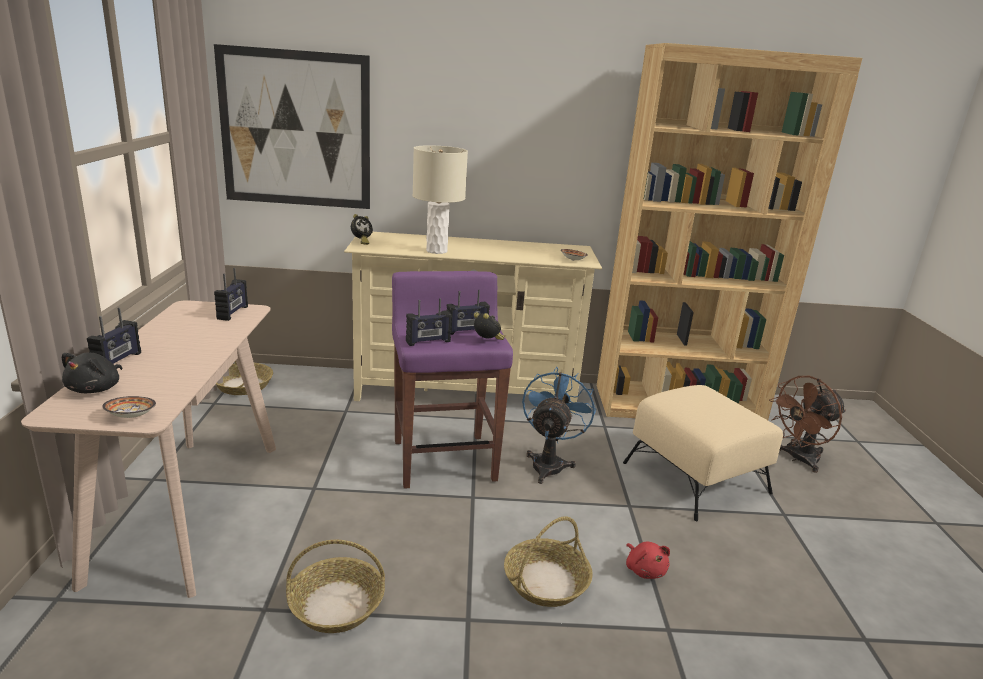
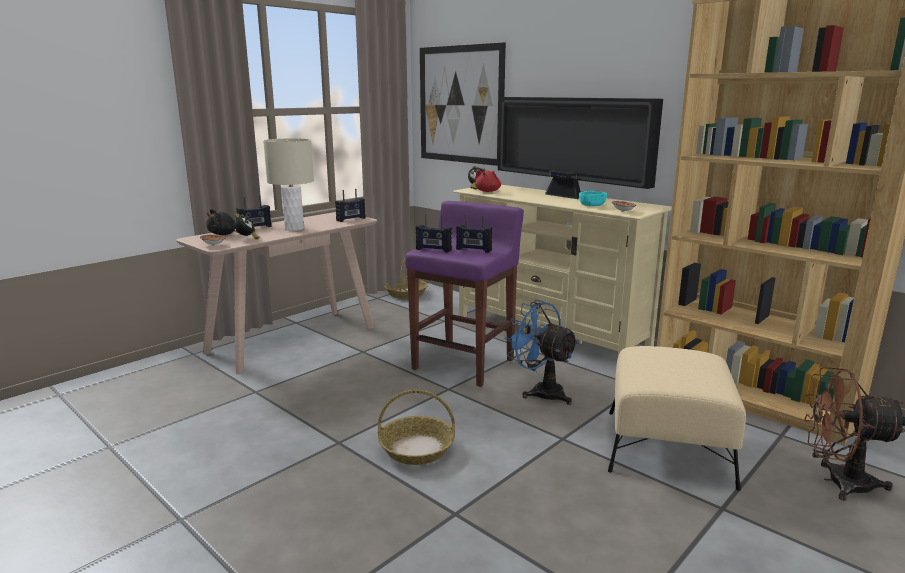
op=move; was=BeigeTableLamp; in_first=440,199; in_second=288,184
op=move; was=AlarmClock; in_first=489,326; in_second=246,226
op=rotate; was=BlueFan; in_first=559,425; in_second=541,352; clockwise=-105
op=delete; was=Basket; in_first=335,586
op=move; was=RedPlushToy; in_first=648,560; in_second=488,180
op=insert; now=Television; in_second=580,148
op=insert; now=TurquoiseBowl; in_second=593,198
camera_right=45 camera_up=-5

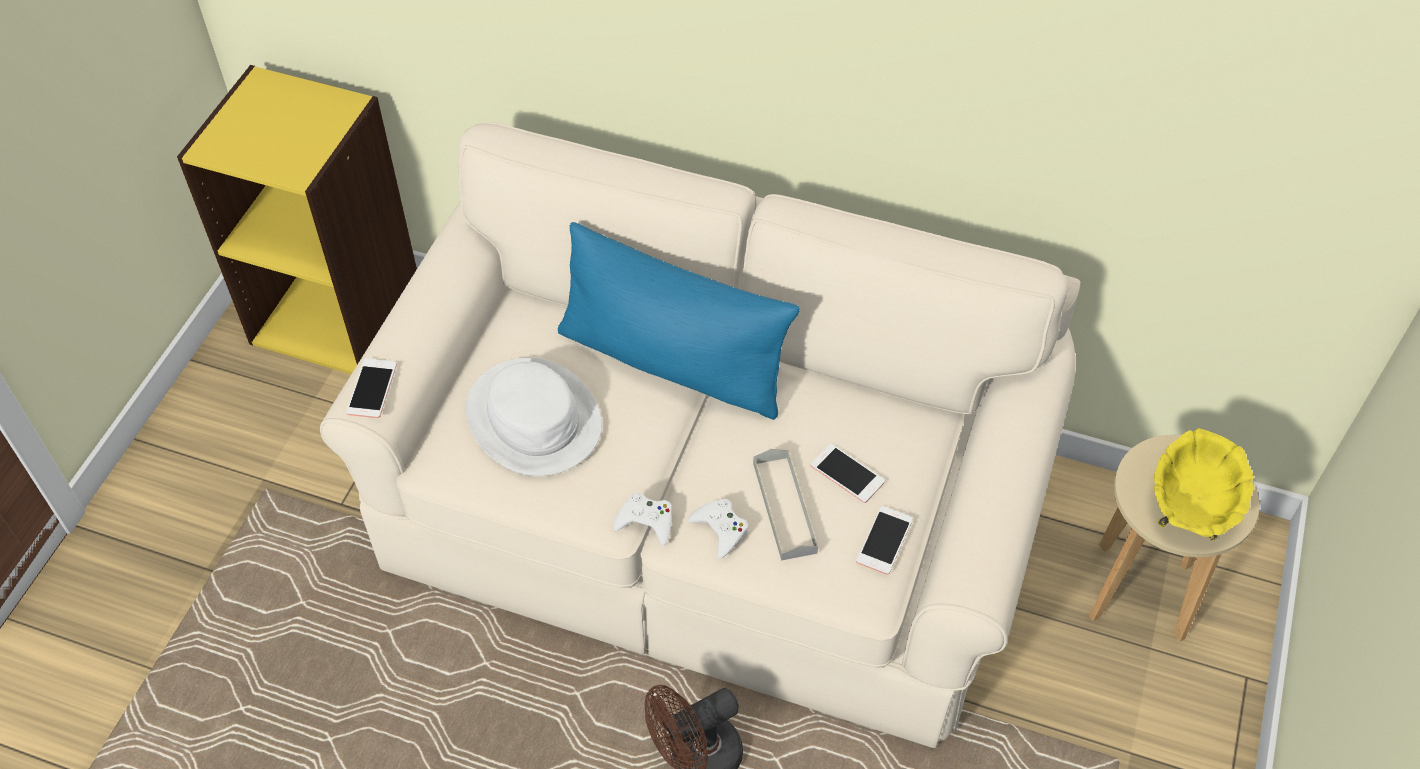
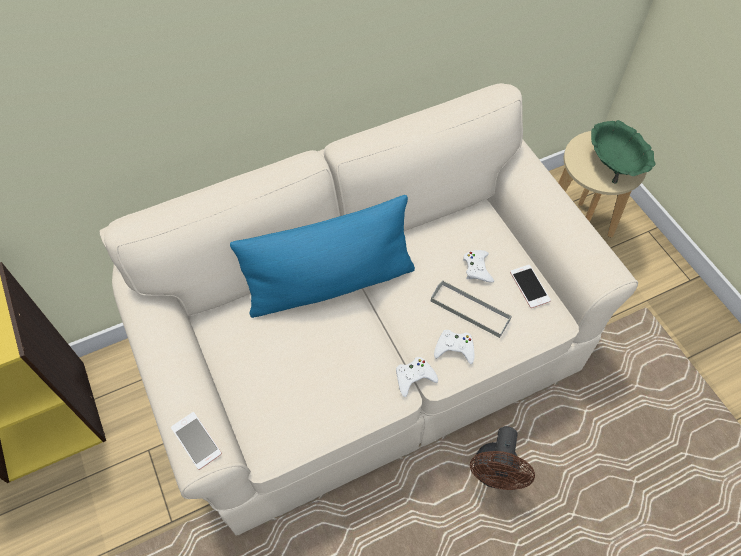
op=delete; was=WhiteHat; in_first=533,417
op=recolor; was=YellowBowl; now=GreenBowl; in_first=1204,484; in_second=623,152
op=replace; was=Phone; now=WhiteGameController; in_first=848,473; in_second=478,266
camera_right=-45 camera_up=5

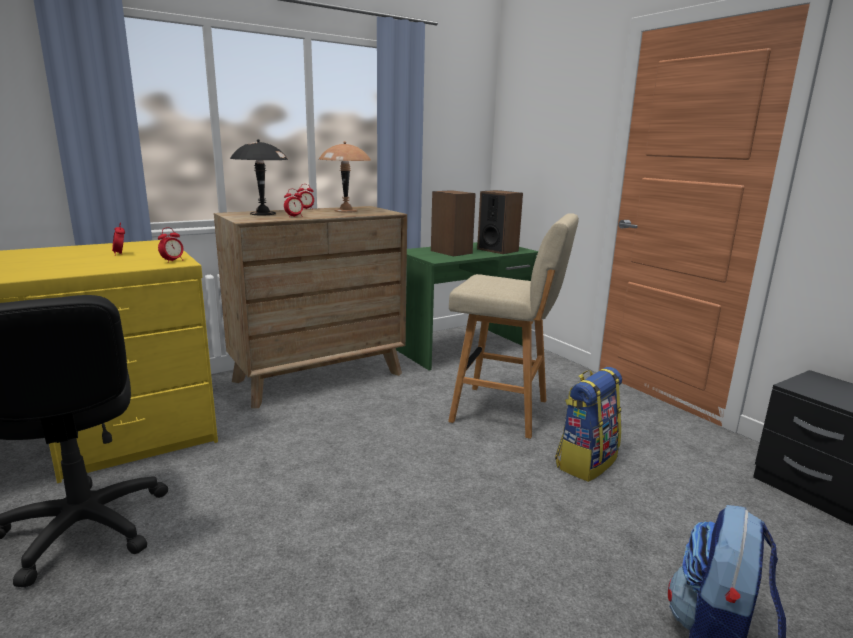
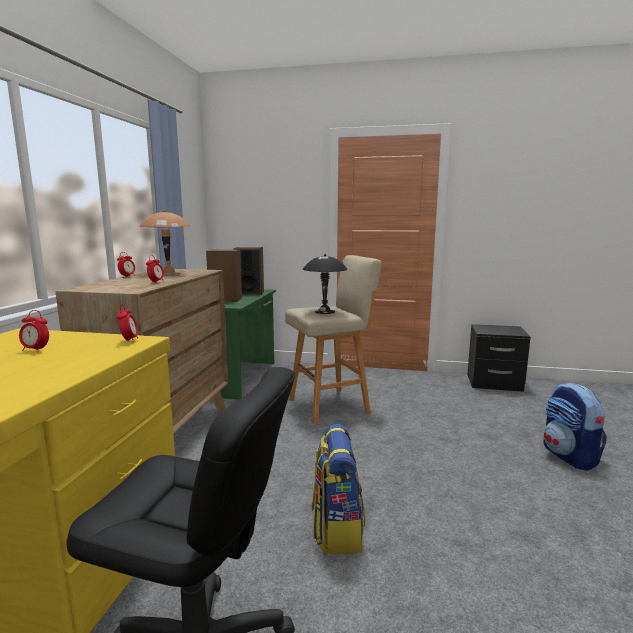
op=move; was=BlackTableLamp; in_first=259,177; in_second=325,284
op=move; was=Backpack; in_first=588,424; in_second=338,489
camera_right=-45 camera_up=-5

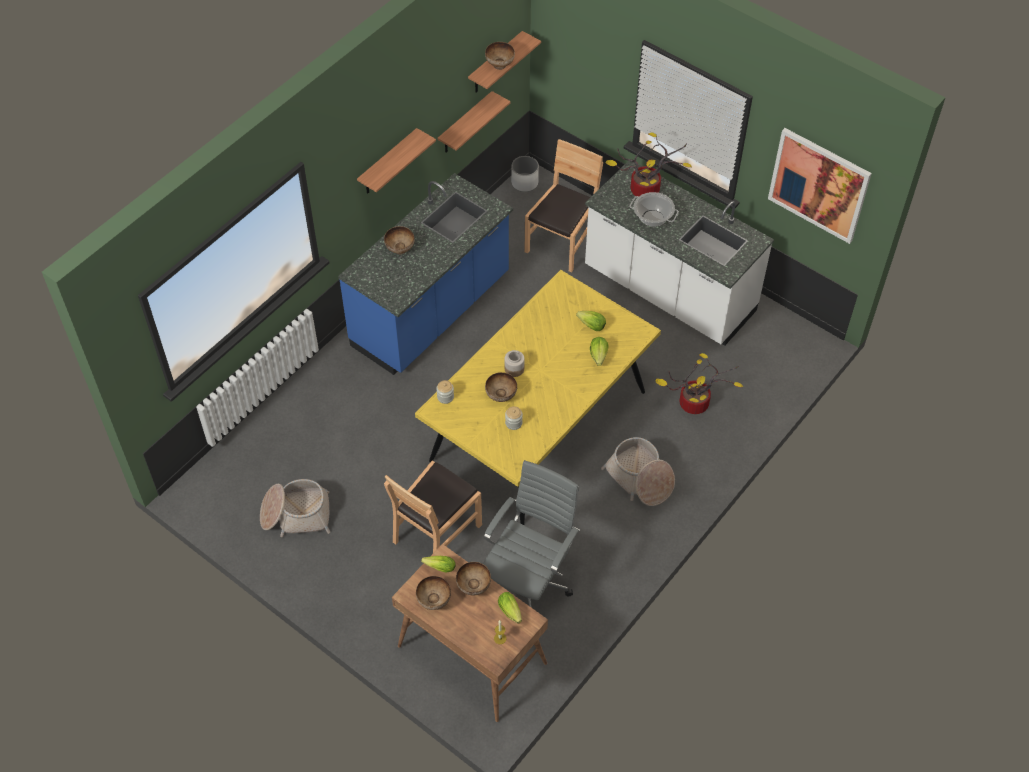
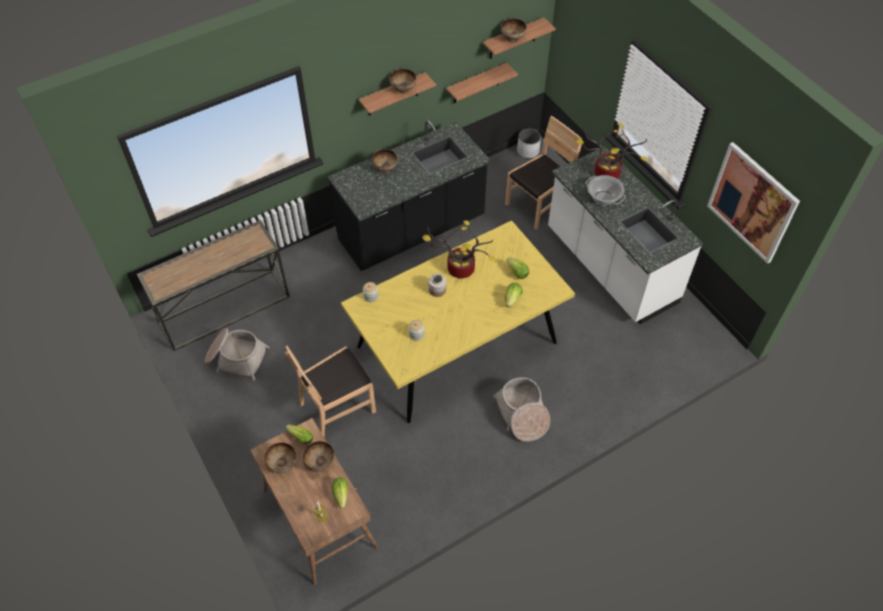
op=recolor; was=BlueCounter; now=BlackCounter; in_first=425,274; in_second=409,195
op=move; was=PottedPlant; in_first=699,383; in_second=459,249
op=move; was=Bowl; in_first=501,387; in_second=403,81
op=delete; was=GreyOfficeChair; in_first=531,534
op=insert; now=ConsoleTable; in_second=213,285
camera_right=20 camera_up=0

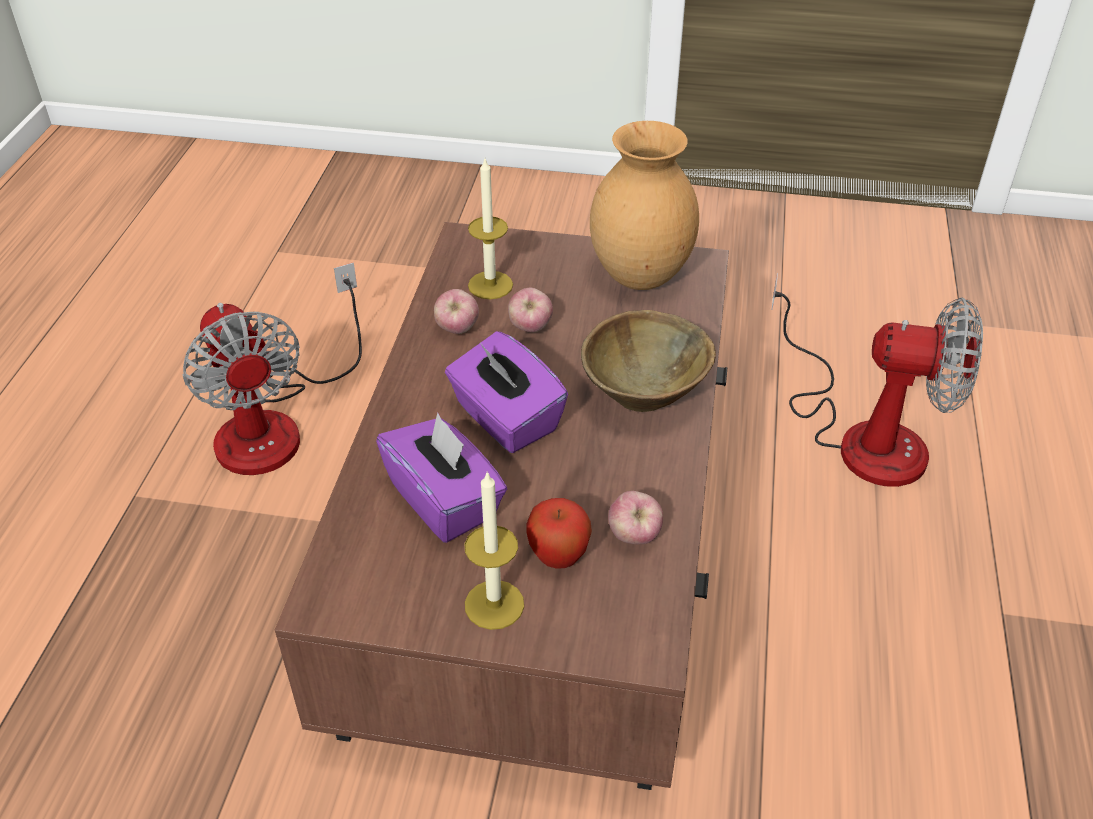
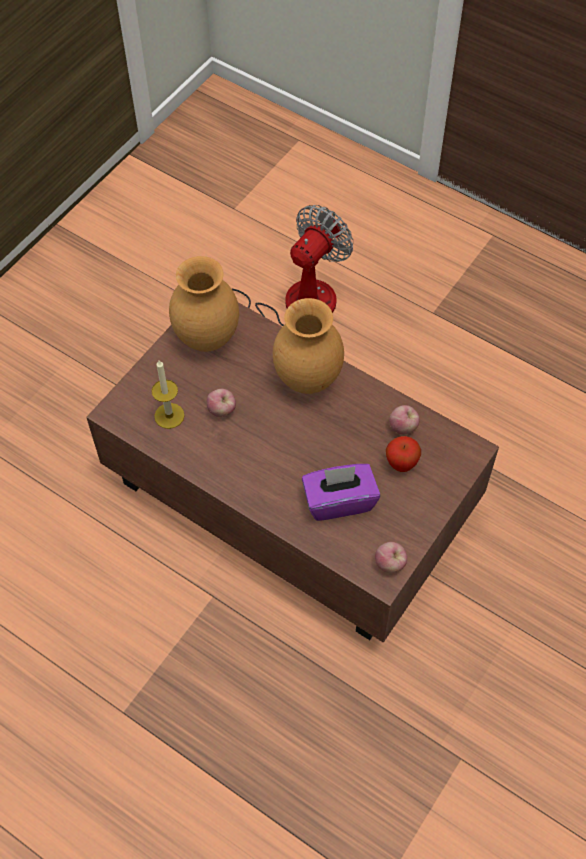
op=delete; was=Fan; in_first=272,368
op=move; was=Apple; in_first=456,311; in_second=391,557
op=replace; was=BrownBowl; now=BrownVase; in_first=648,361; in_second=308,346
op=delete; was=PurpleTissueBox; in_first=506,392
op=delete; was=Candle; in_first=494,550
camera_right=-65 camera_up=15

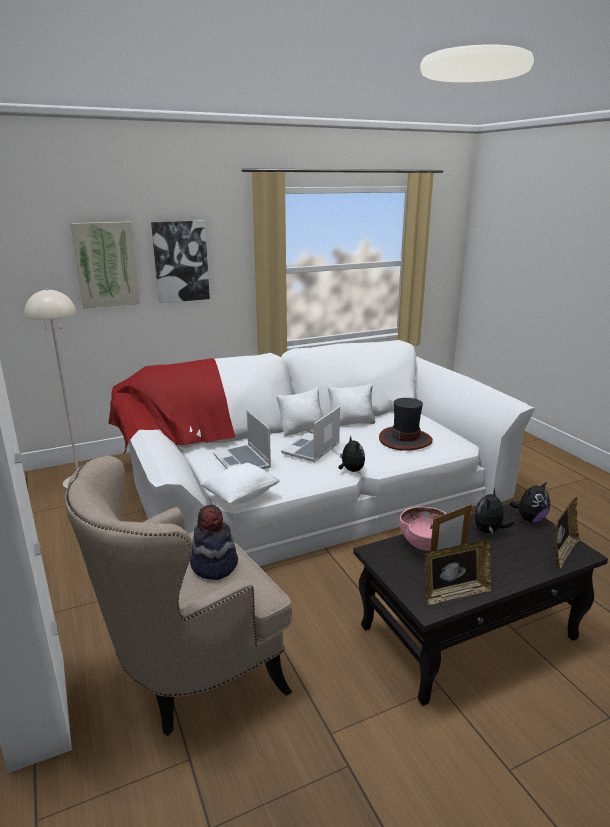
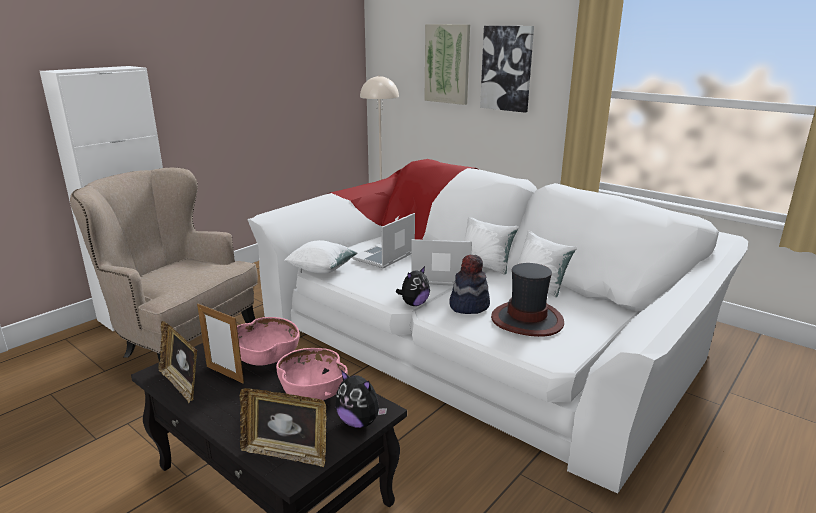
op=replace; was=PlushToy; now=PinkBowl; in_first=494,511; in_second=312,374
op=move; was=Hat; in_first=214,542; in_second=469,284
camera_right=65 camera_up=0

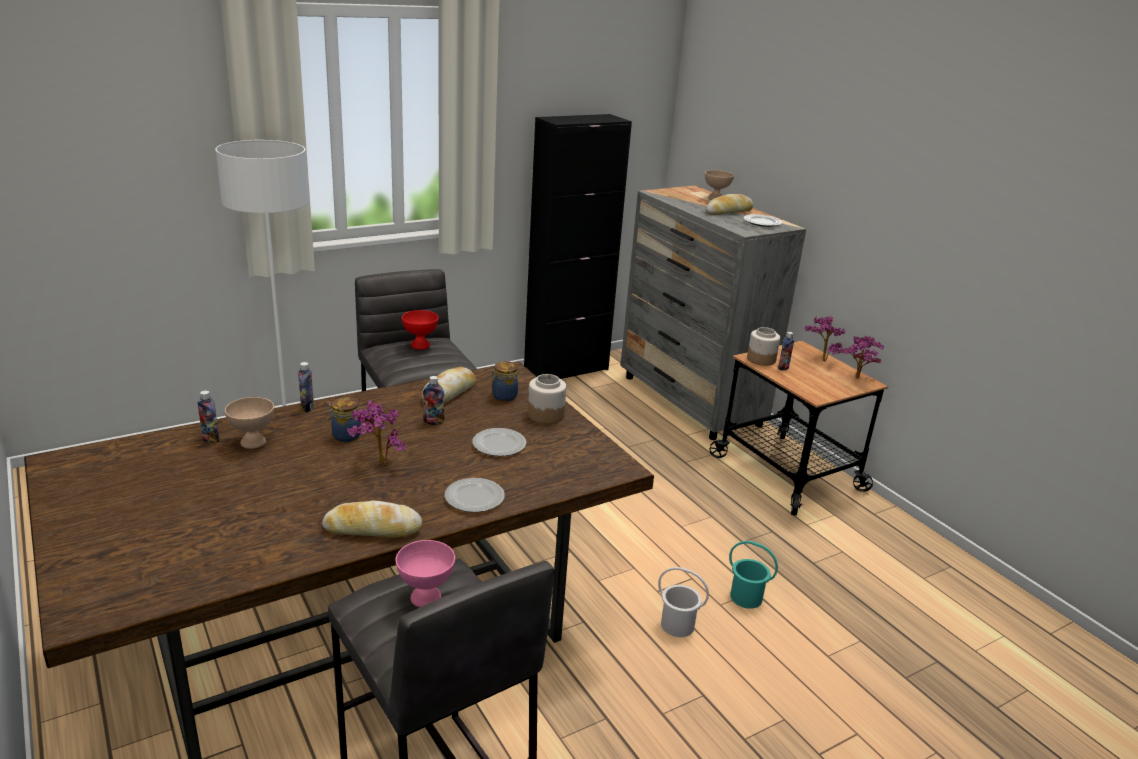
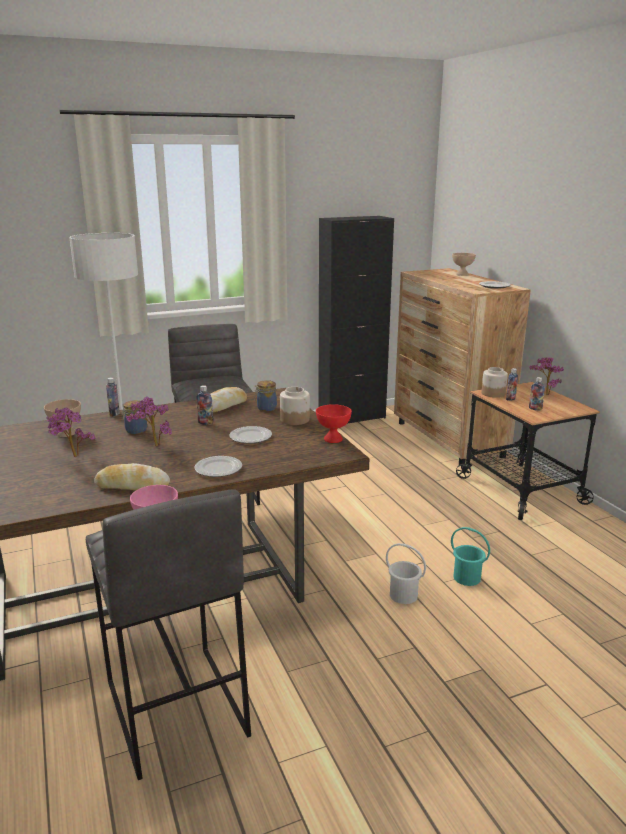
op=recolor; was=GreyDresser; now=BrownDresser; in_first=713,312; in_second=462,367
op=delete; was=Bread; in_first=729,204
op=move; was=RedBowl; in_first=420,330; in_second=334,423
op=move; was=PottedPlant; in_first=860,357; in_second=71,432
op=move; was=Bottle; in_first=208,417; in_second=537,394
camera_right=10 camera_up=-5

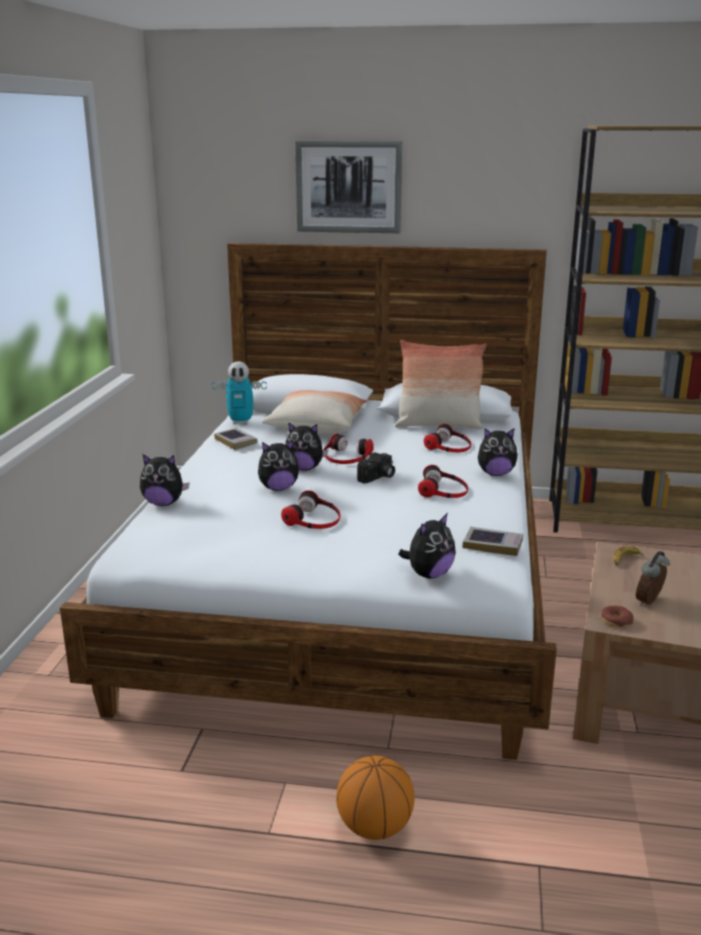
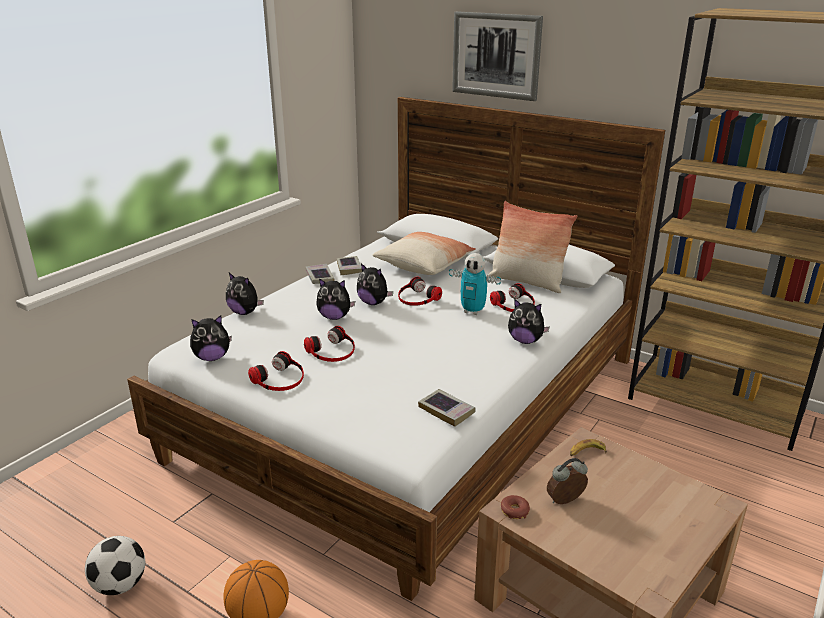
op=move; was=ToyRobot; in_first=239,393; in_second=475,284
op=delete; was=PhotoCamera; in_first=376,467
op=move; was=Headphones; in_first=443,481; in_second=276,371
op=move; was=PlushToy; in_first=427,546; in_second=211,338
op=insert; now=Book; in_second=319,274
op=insert; now=Football; in_second=115,565
camera_right=25 camera_up=5

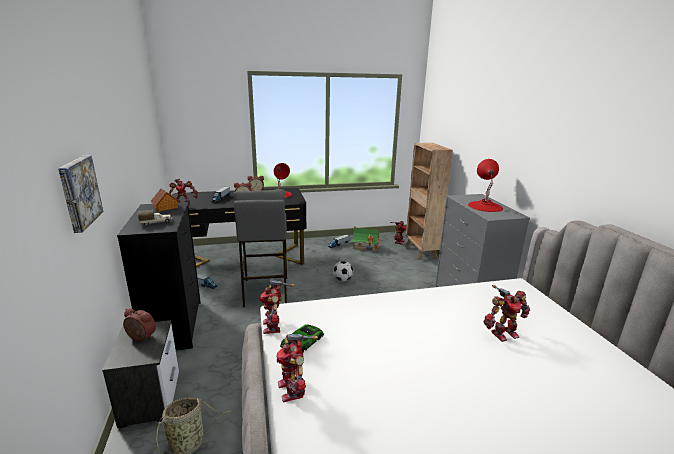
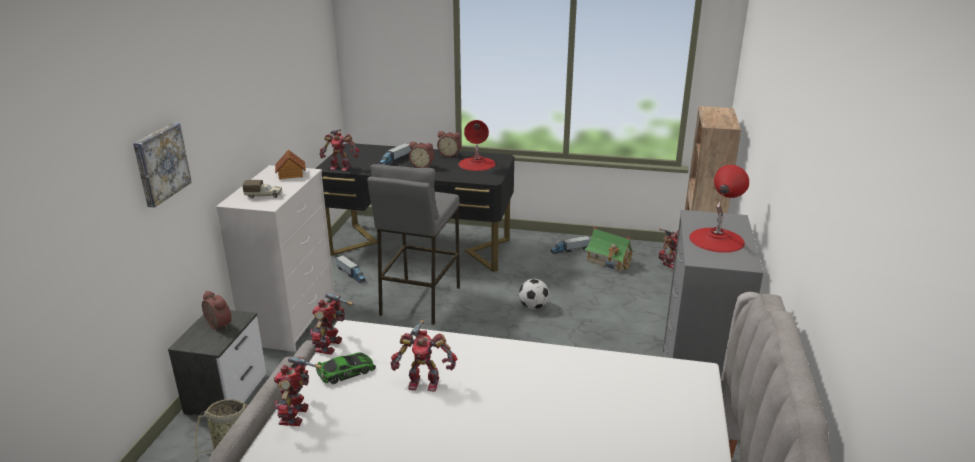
op=recolor; was=BlackDresser; now=WhiteDresser; in_first=159,276; in_second=275,258
op=move; was=ToyRobot; in_first=507,313; in_second=424,356
camera_right=25 camera_up=5

